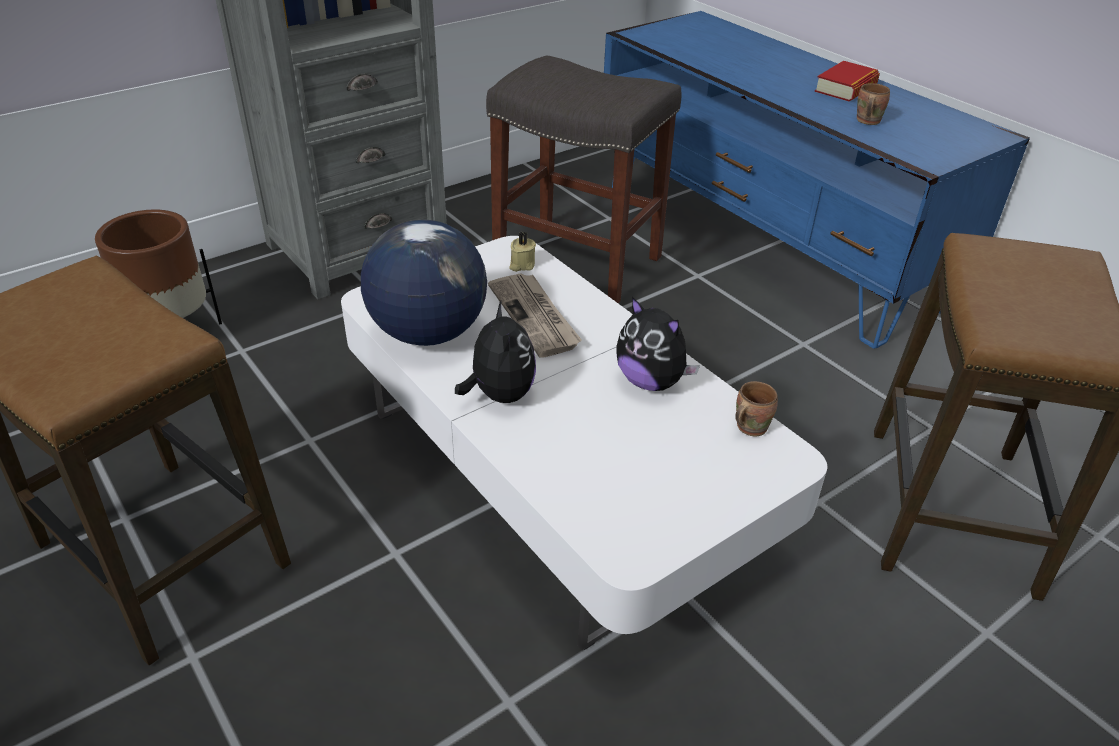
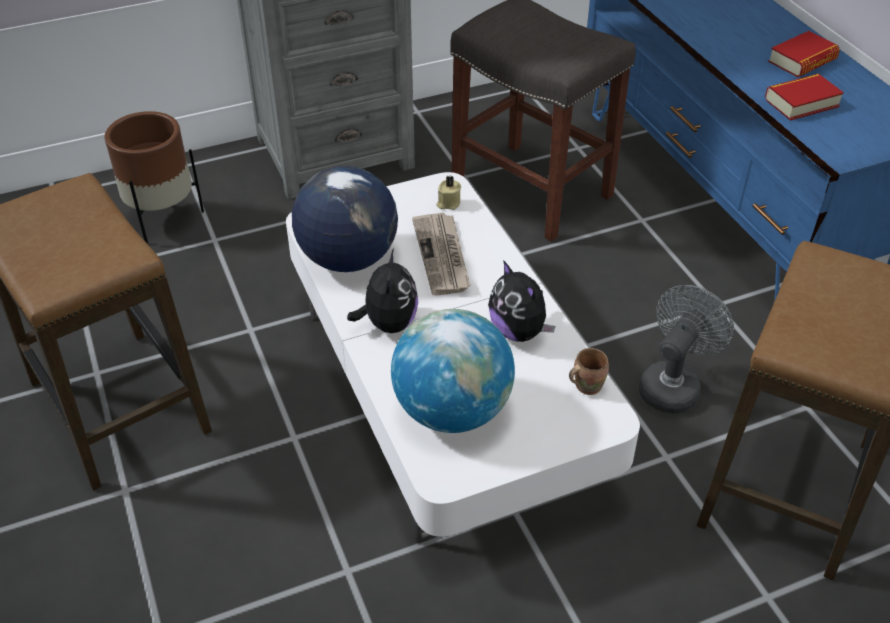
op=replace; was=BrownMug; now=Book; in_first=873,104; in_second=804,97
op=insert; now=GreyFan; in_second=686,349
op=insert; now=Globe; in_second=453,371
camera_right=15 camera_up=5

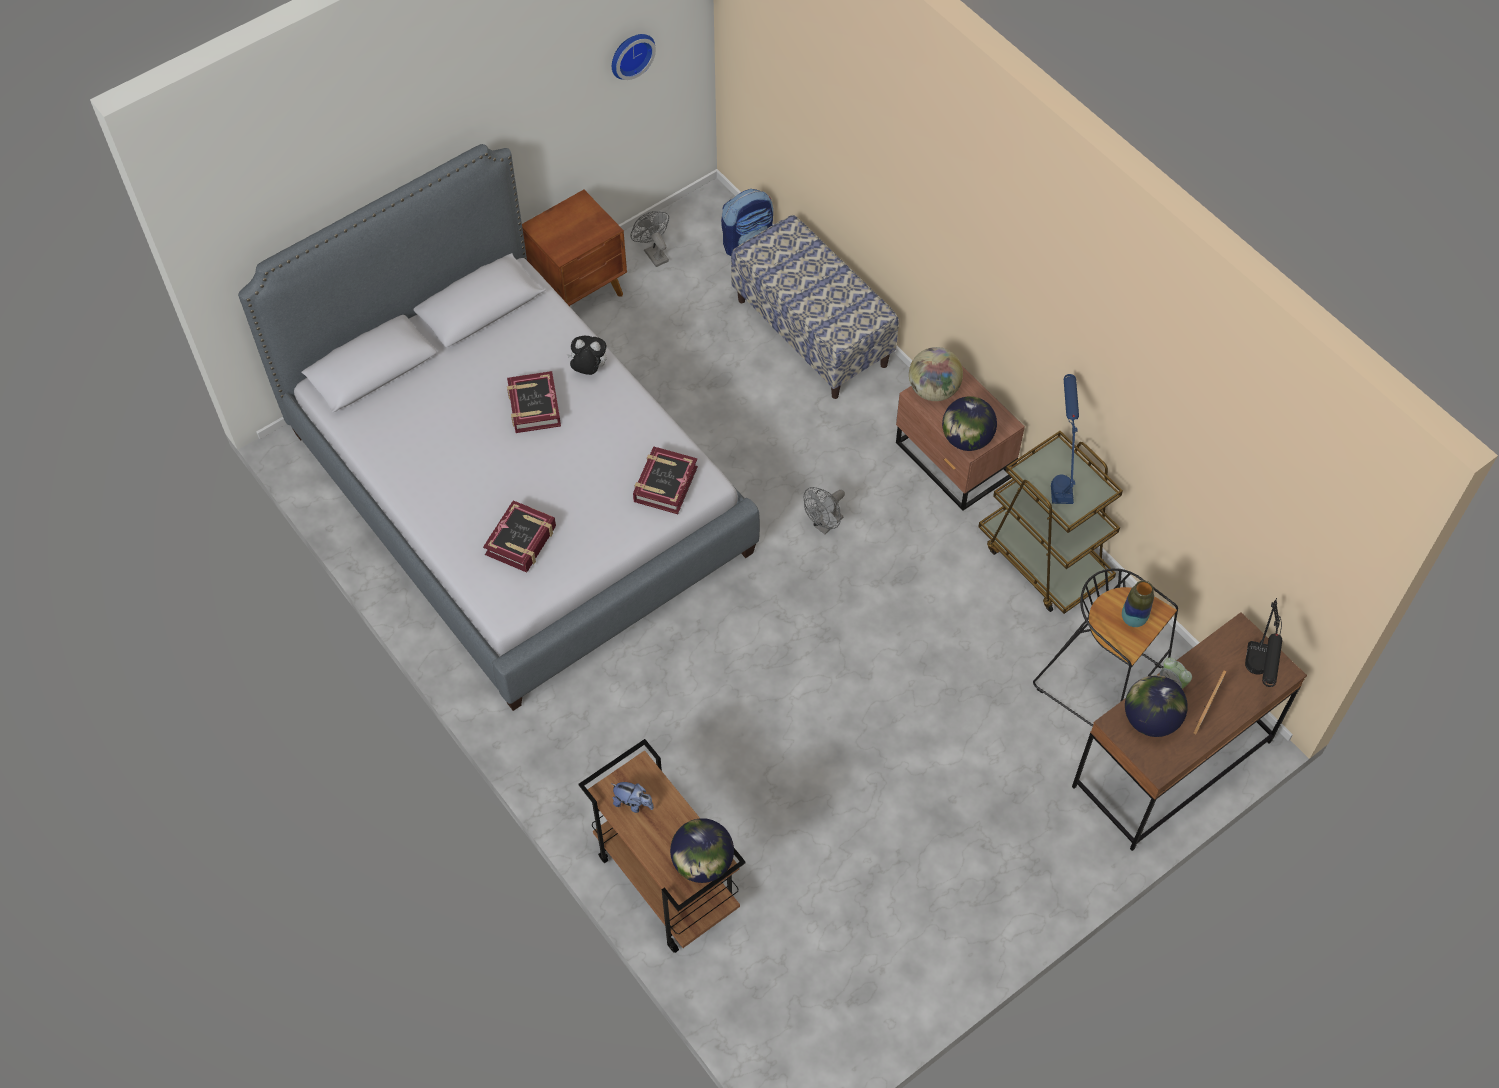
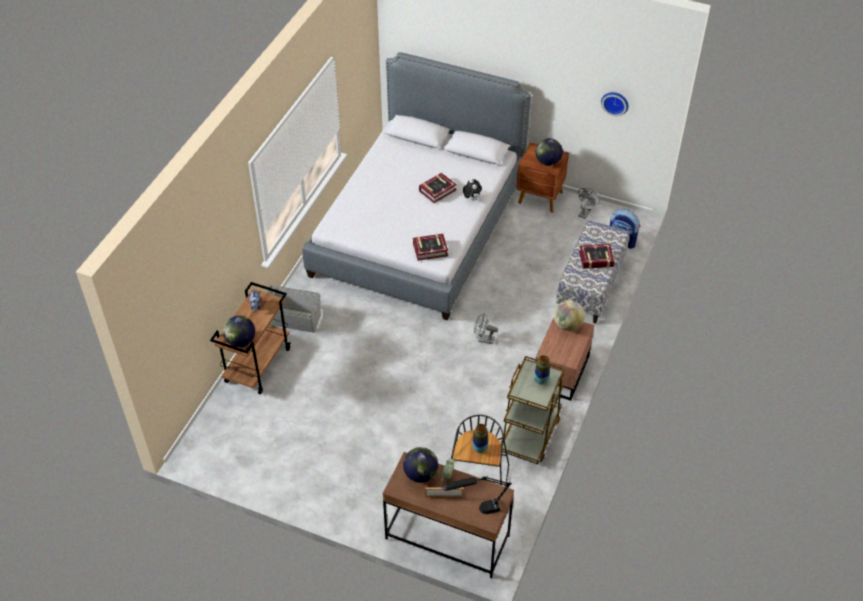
op=replace; was=BlueTableLamp; now=Vase; in_first=1065,439; in_second=542,369
op=move; was=Globe; in_first=969,423; in_second=549,152
op=move; was=Book; in_first=519,536; in_second=597,256
op=insert; now=GreyStorageBox; in_second=294,309
camera_right=60 camera_up=-10

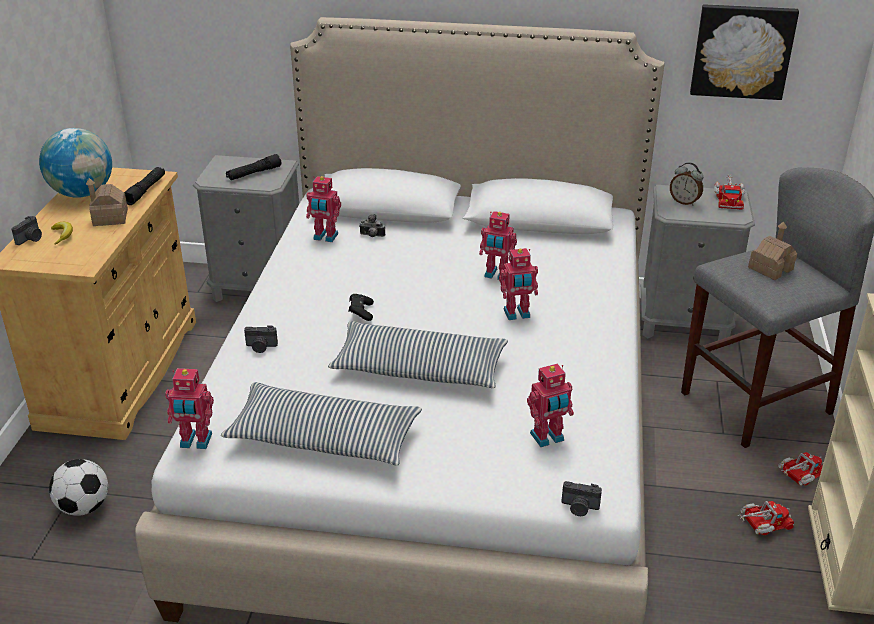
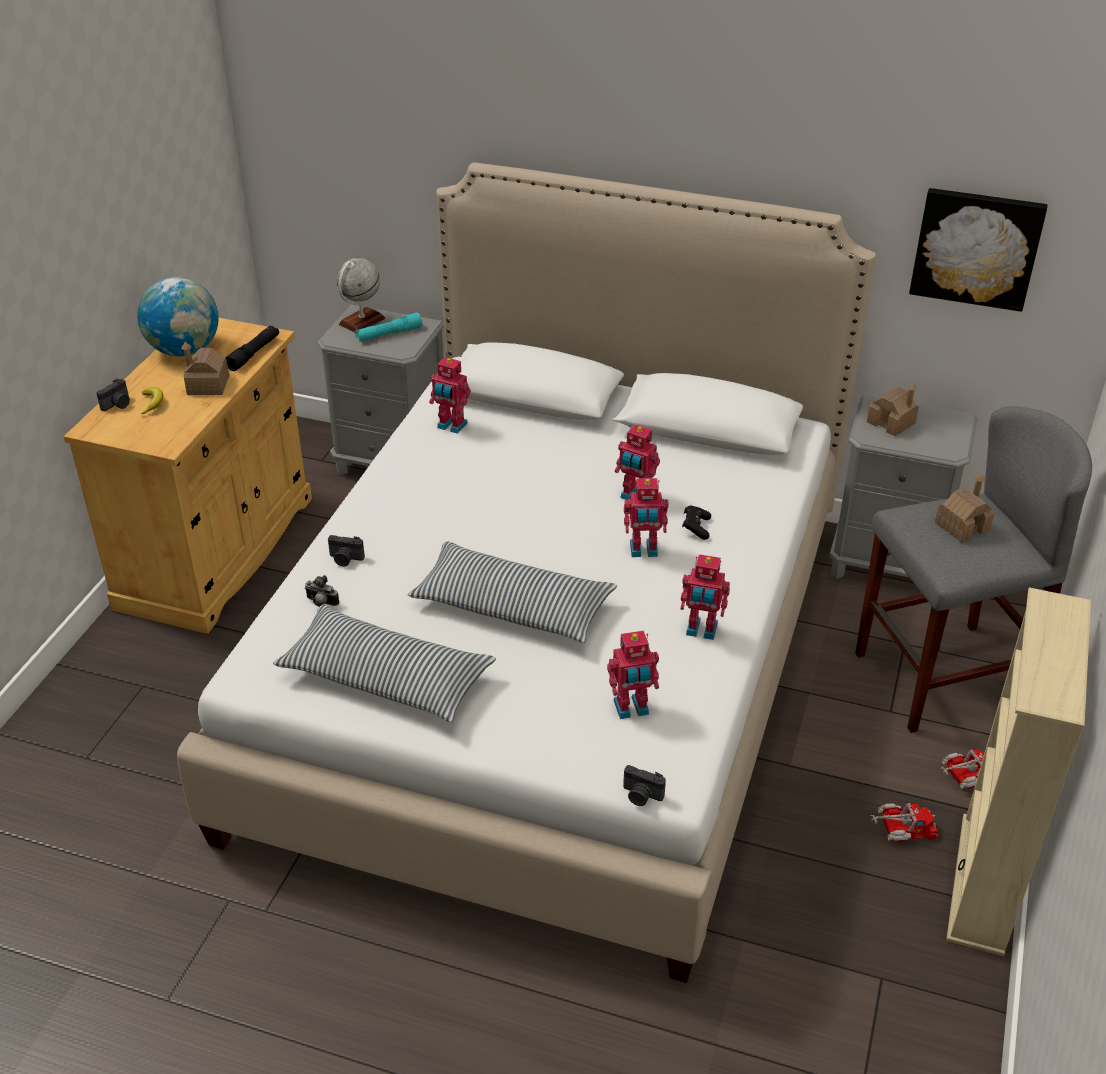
op=recolor; was=BlackFlashlight; now=TurquoiseFlashlight; in_first=253,167; in_second=388,326
op=replace; was=AlarmClock; now=ToyHouse; in_first=686,184; in_second=893,409
op=delete; was=ToyTruck; in_first=729,192
op=move; was=PhotoCamera; in_first=372,225; in_second=322,591
op=move; was=BlackGameController; in_first=361,307; in_second=696,523
op=move; was=ToyRobot; in_first=189,408; in_second=705,597
op=delete; was=Football; in_first=78,487
op=insert; now=Globe; in_second=360,295
camera_right=10 camera_up=5

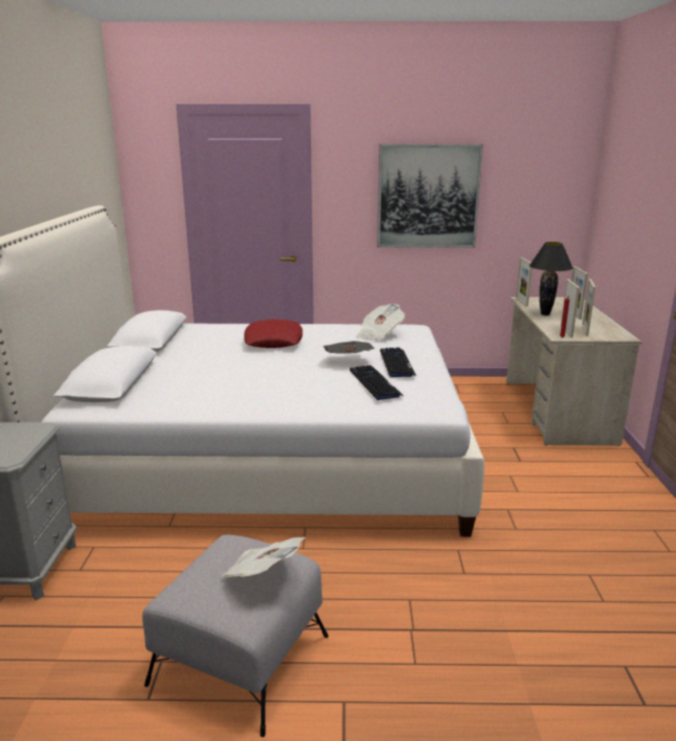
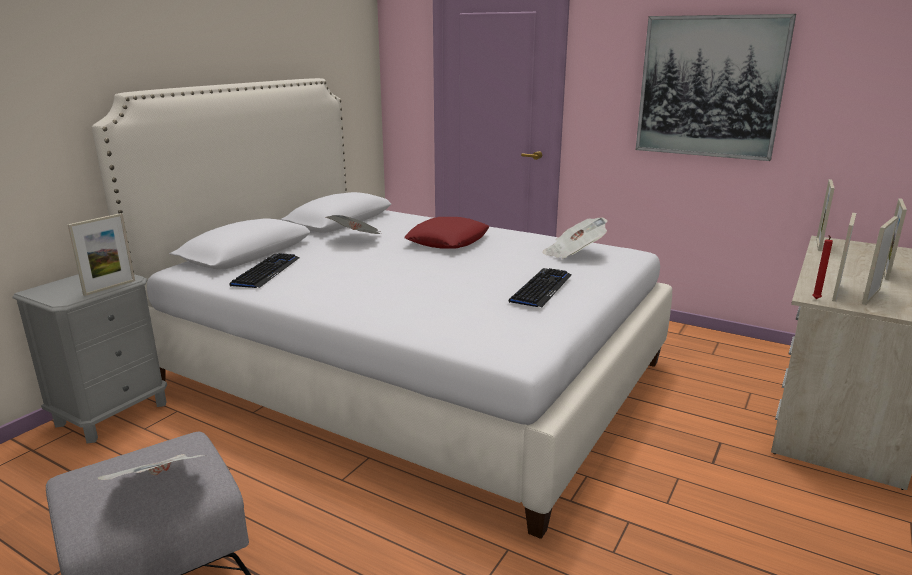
op=delete; was=BlackTableLamp; in_first=551,278
op=move; was=Newspaper; in_first=348,347; in_second=354,224
op=move; was=Keyboard; in_first=377,382; in_second=264,270
op=insert; now=PictureFrame; in_second=101,254
camera_right=30 camera_up=0

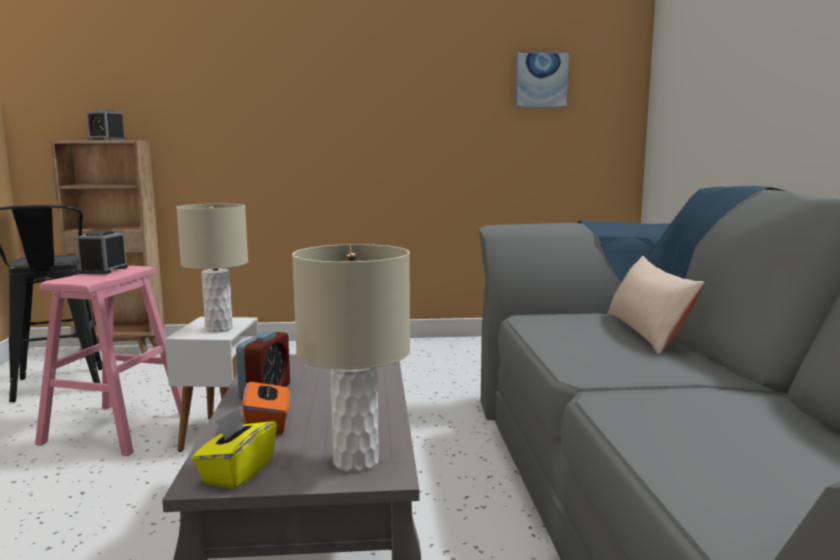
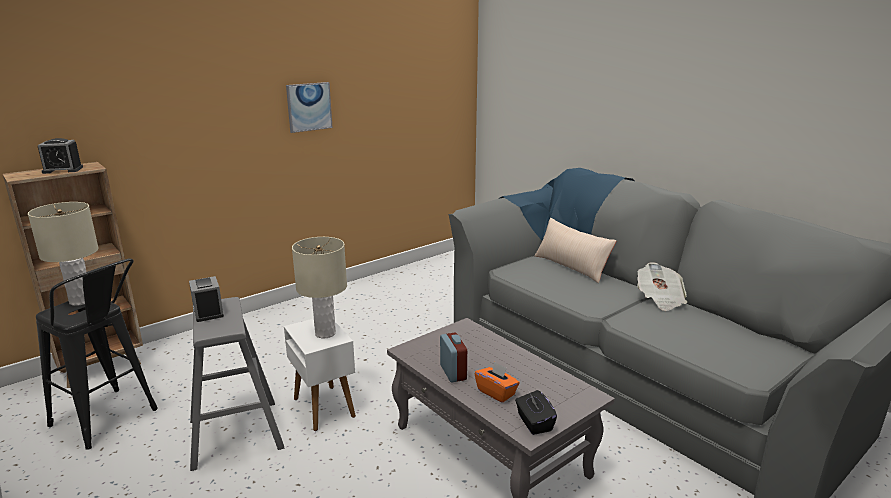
op=move; was=Picture; in_first=542,79; in_second=309,107
op=move; was=BeigeTableLamp; in_first=351,358; in_second=63,254
op=recolor; was=PinkStool; now=GreyStool; in_first=112,361; in_second=237,384
op=recolor; was=YellowTissueBox; now=BlackTissueBox; in_first=234,448; in_second=536,412
op=insert; now=Newspaper; in_second=662,286
camera_right=-35 camera_up=10

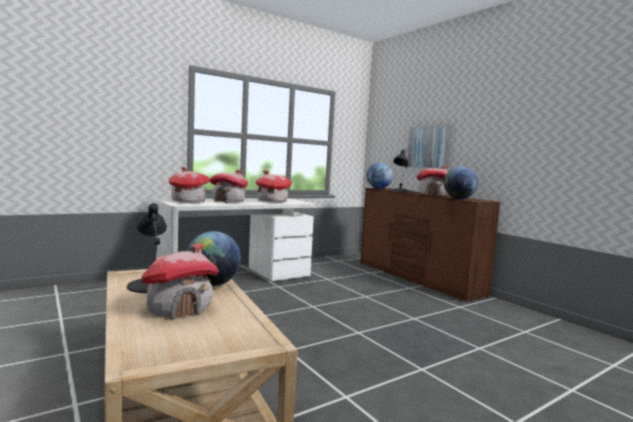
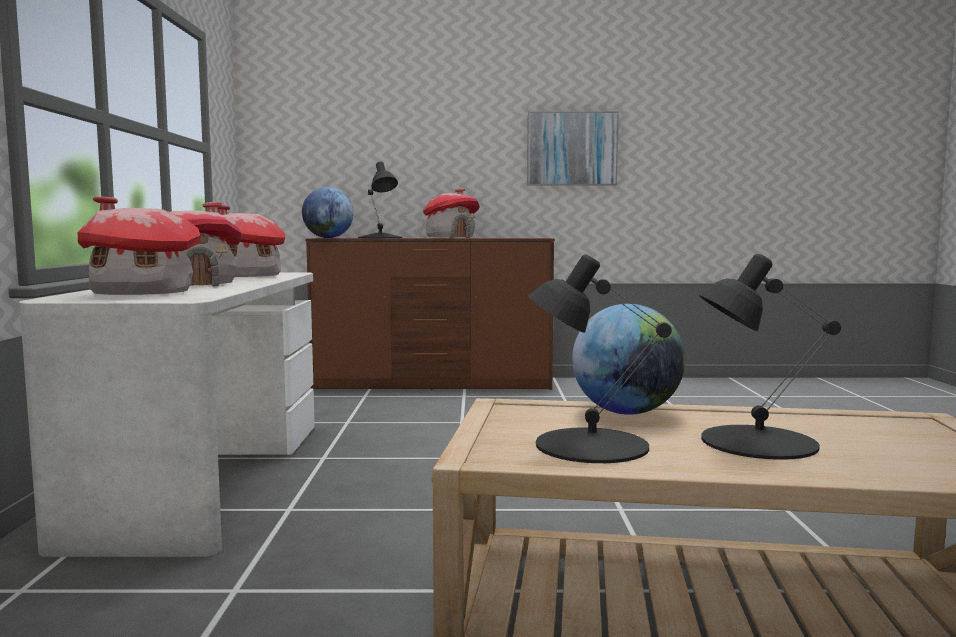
op=move; was=Picture; in_first=429,147; in_second=573,148
op=delete; was=Globe; in_first=461,182
op=replace; was=ToyHouse; now=BlackTableLamp; in_first=180,281; in_second=769,357
camera_right=-55 camera_up=0

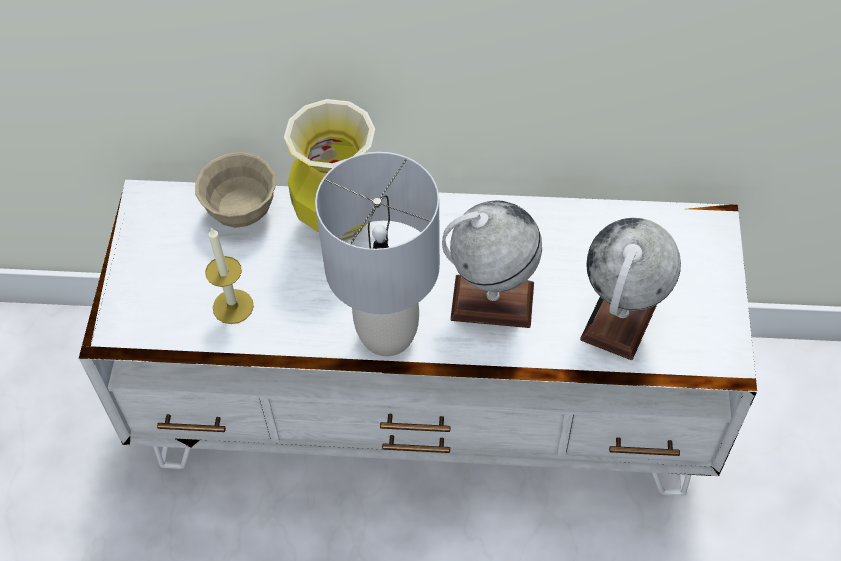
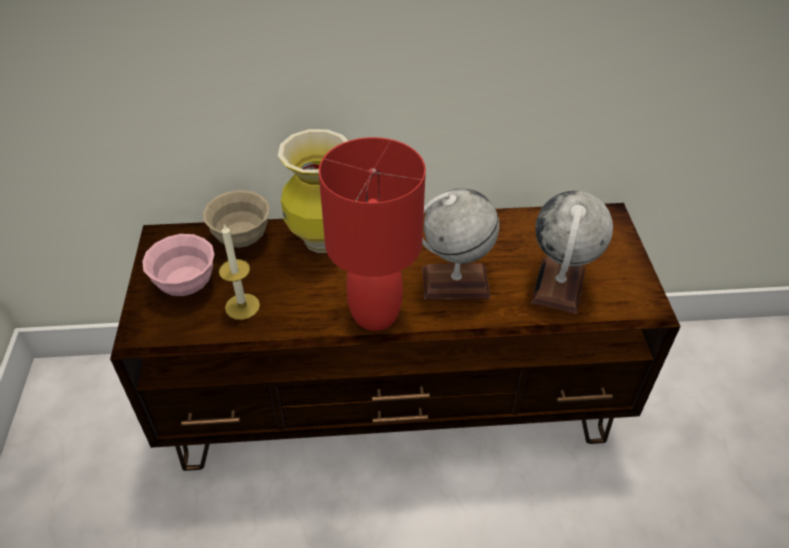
op=recolor; was=GreyTableLamp; now=RedTableLamp; in_first=377,254; in_second=372,234
op=recolor; was=WhiteTvStand; now=BrownTvStand; in_first=418,338; in_second=395,337
op=insert; now=PinkBowl; in_second=178,265
camera_right=-10 camera_up=-10

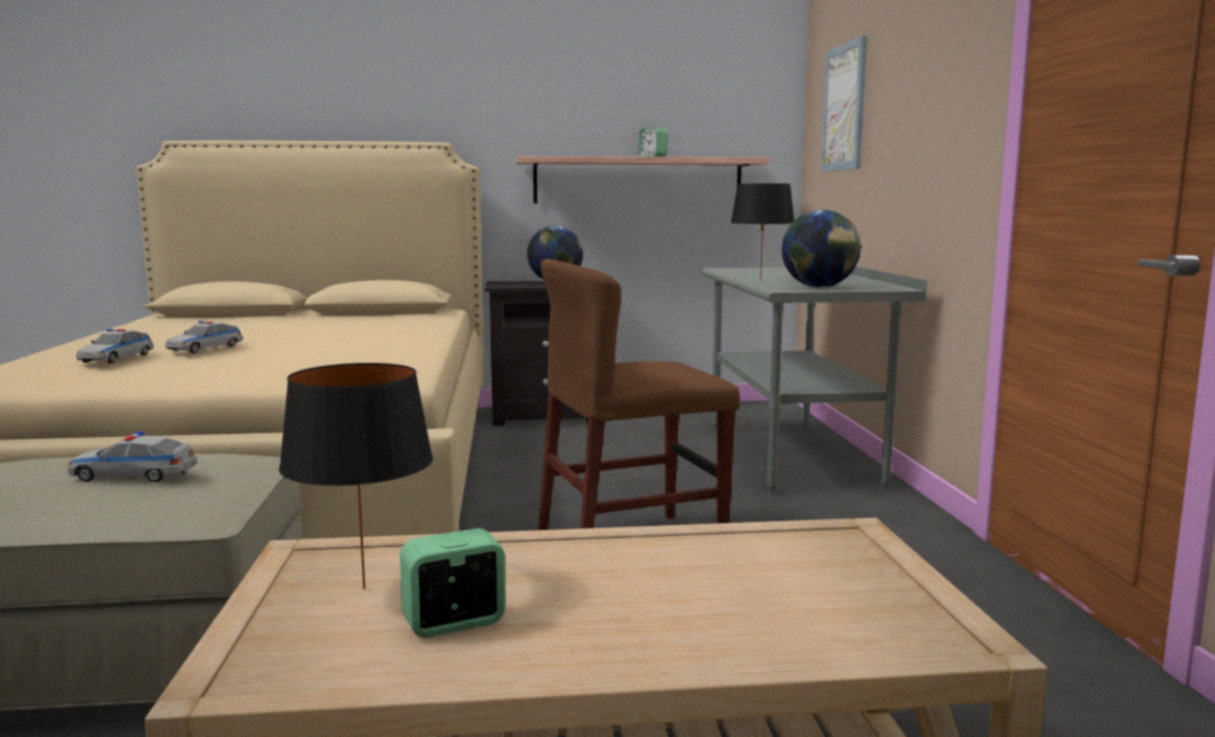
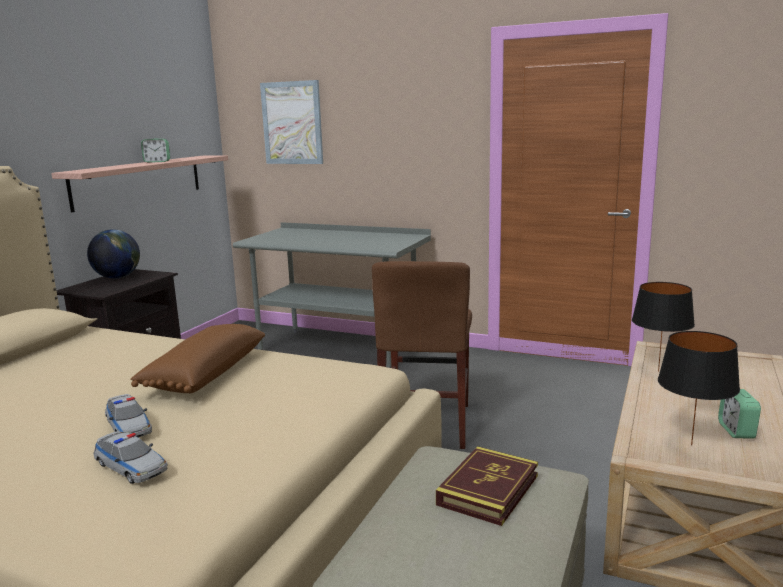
op=move; was=BlackTableLamp; in_first=762,232; in_second=663,327
op=delete; was=Globe; in_first=821,249
op=replace; was=ToyCar; now=Book; in_first=132,457; in_second=487,486
op=insert; now=BrownPillow; in_second=197,358
camera_right=-60 camera_up=5

